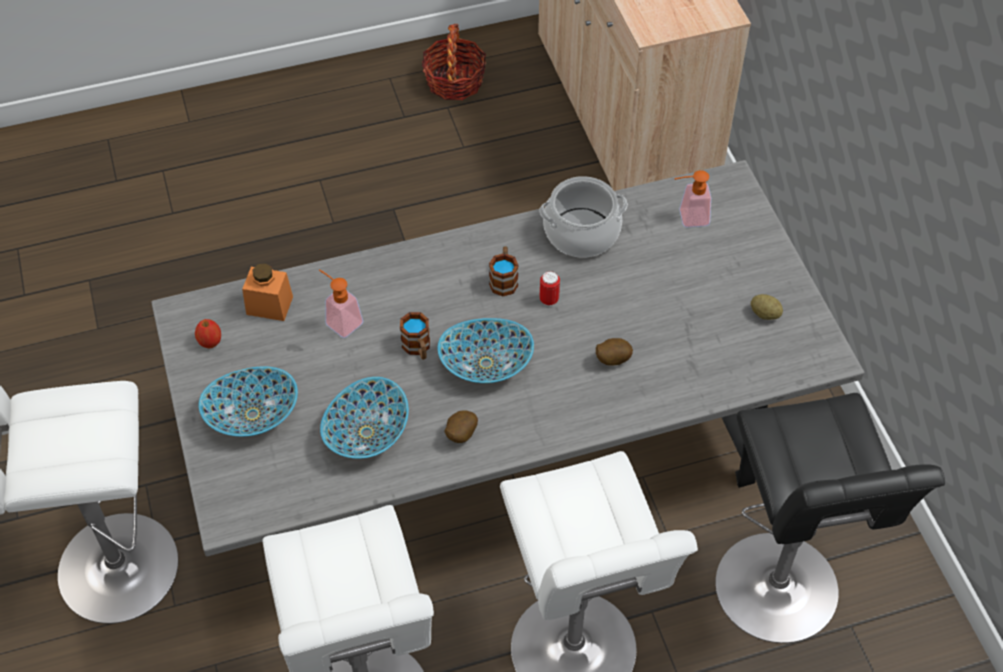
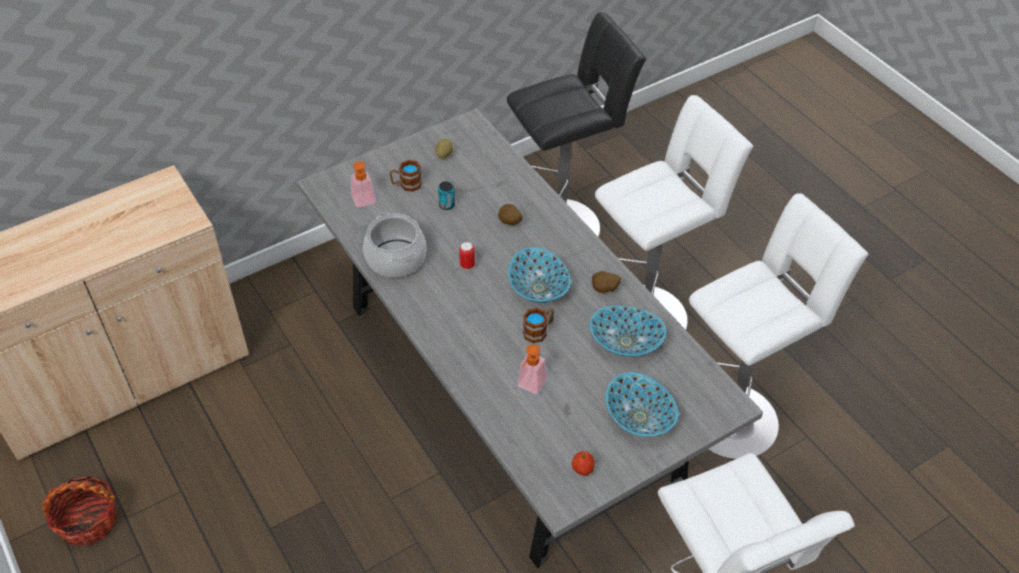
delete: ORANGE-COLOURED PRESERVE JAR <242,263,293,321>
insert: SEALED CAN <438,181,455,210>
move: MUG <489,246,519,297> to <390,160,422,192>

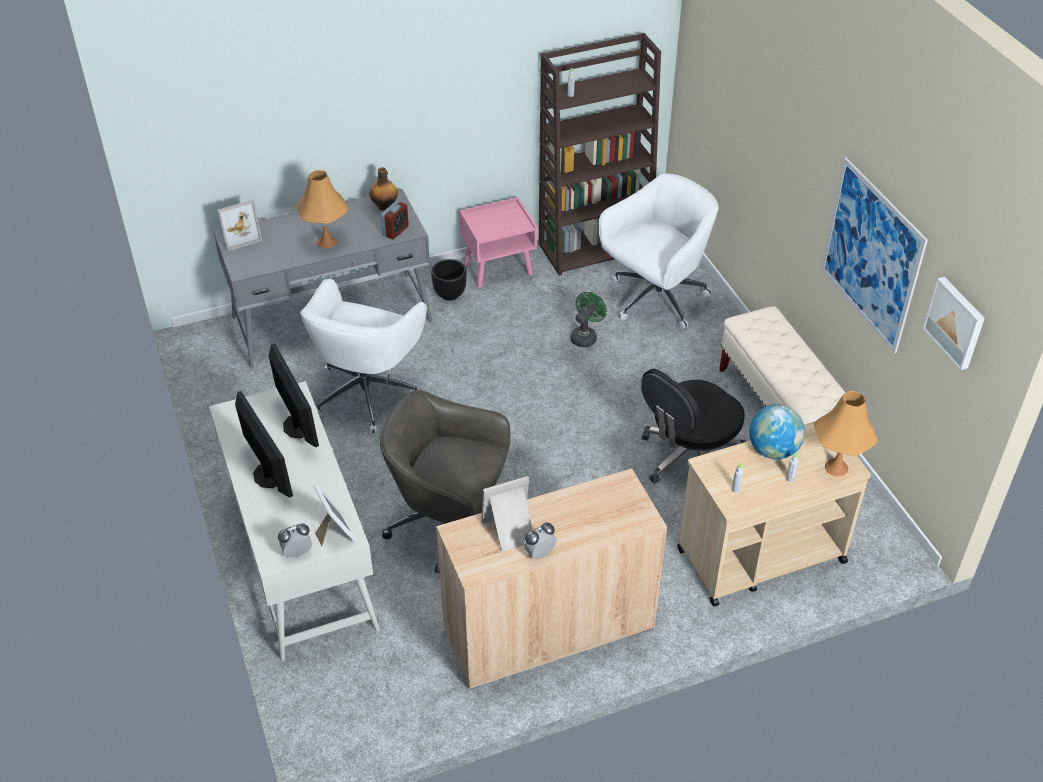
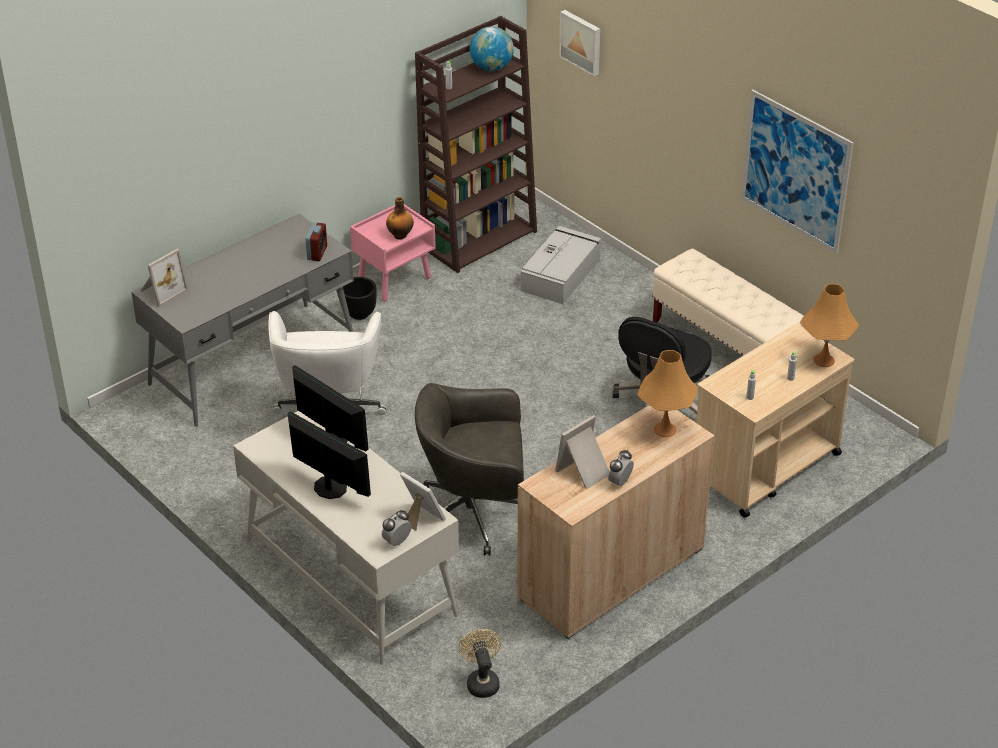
delete: GREENISH FAN <571,292,607,347>
insert: BEIGE FAN <458,629,501,698>
move: ORANGE-COLOURED TABLE LAMP <296,170,349,249> to <637,350,698,437>; BEVERAGE BOTTLE <370,167,398,211> to <386,197,414,240>; WORLD GLOBE <749,404,805,459> to <470,26,514,71>; WALL PICTURE <923,277,985,370> to <559,10,600,76>
replace: WHITE-COLOURED OFFICE CHAIR <599,174,719,329> to GREY STORAGE BOX <521,226,601,304>

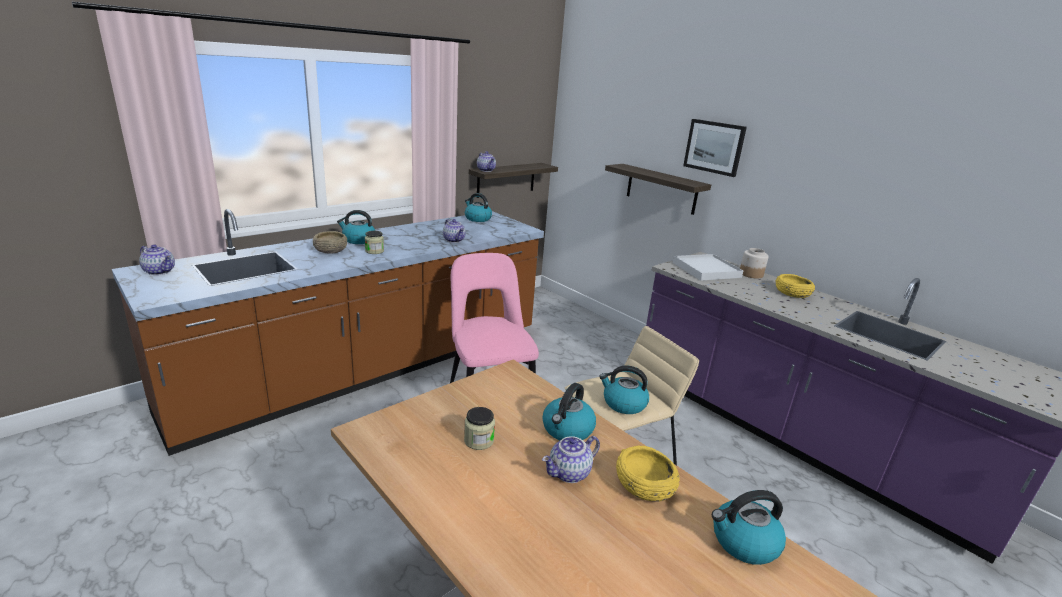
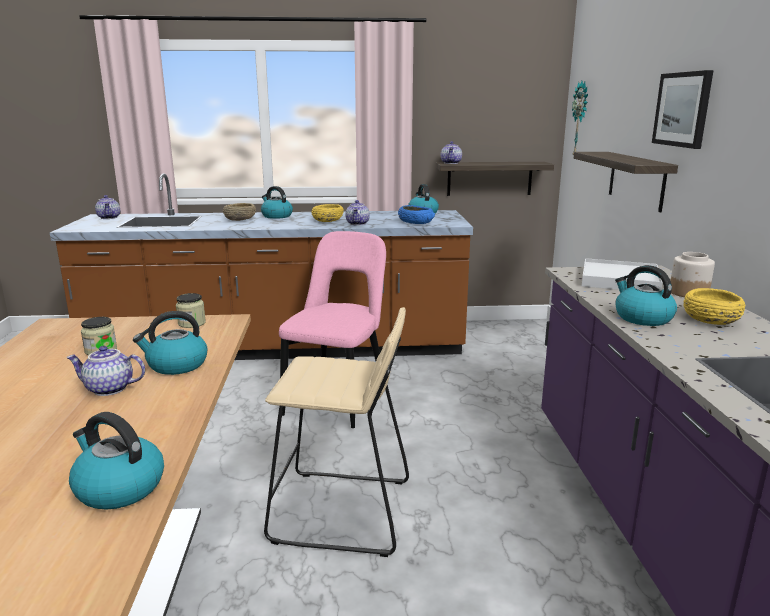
insert: BLUE BOWL <398,205,435,224>; CLOCK ON THE WALL <572,81,588,155>
move: PRESERVE JAR <365,231,384,254> to <176,293,206,328>; TEA KETTLE <599,365,649,414> to <615,265,677,326>; YELLOW-COLOURED BOWL <616,446,680,502> to <311,204,344,222>

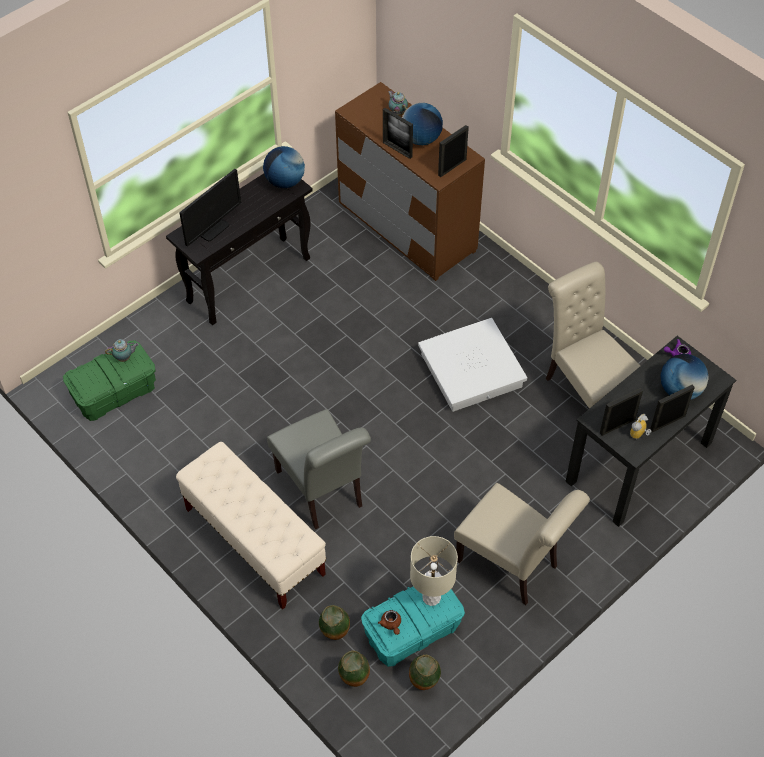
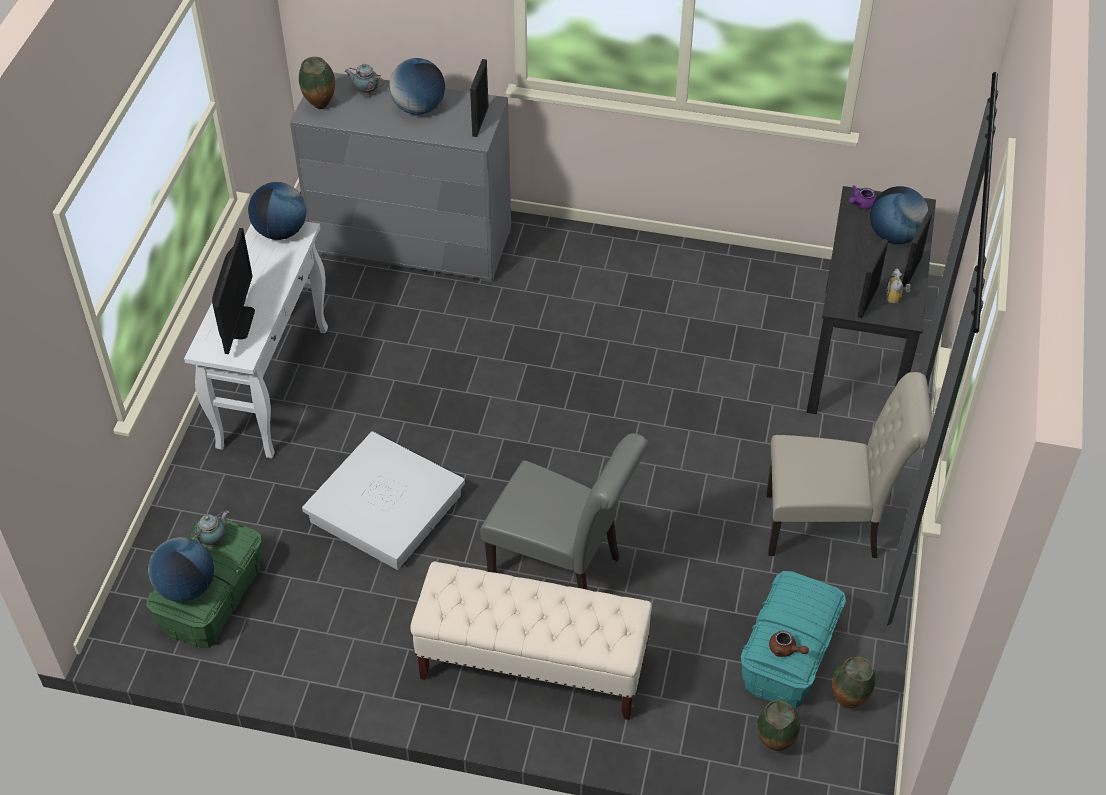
delete: PICTURE FRAME <383,108,413,159>; BEIGE TABLE LAMP <410,536,458,606>; BEIGE CHAIR <546,262,640,409>
insert: WORLD GLOBE <148,537,214,602>
move: FLOWER VASE <319,605,350,640> to <299,57,335,109>; WHITE-COLOURED STORAGE BOX <418,318,527,412> to <302,431,465,570>
recolor: BLACK-COLOURED HALL TABLE <166,174,313,325> to WHITE-COLOURED HALL TABLE <184,221,328,459>; BROWN-COLOURED CHEST OF DRAWERS <335,82,485,281> to GREY CHEST OF DRAWERS <290,72,511,282>

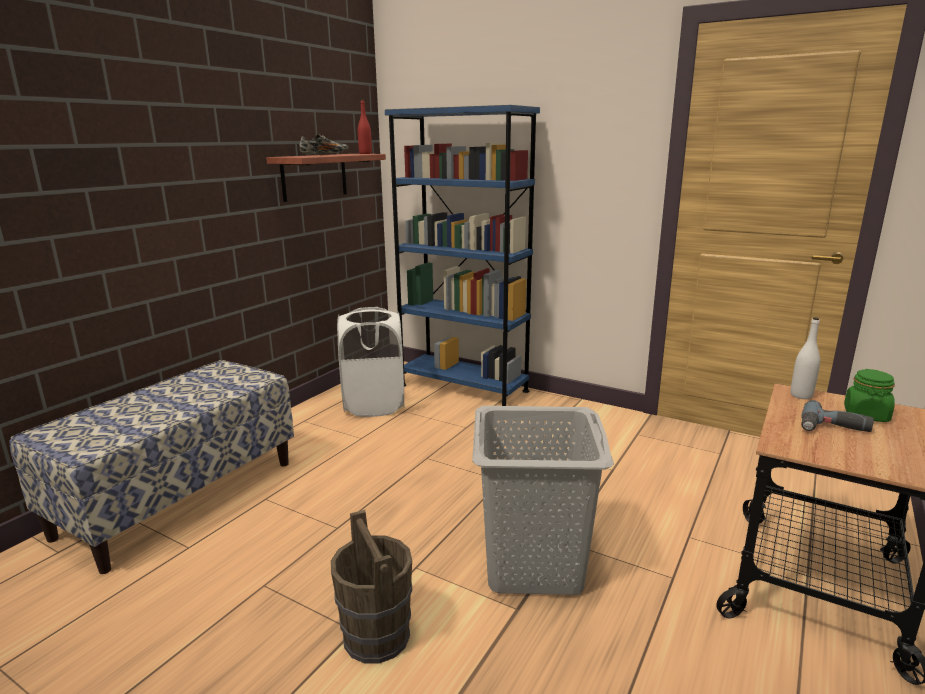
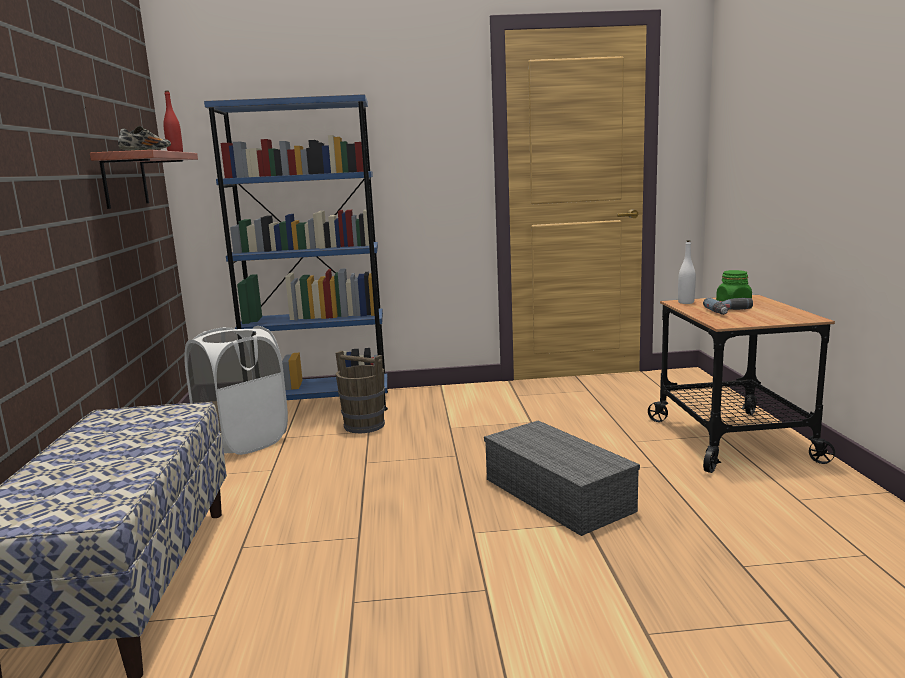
move: BROWN-COLOURED PAIL <331,510,412,663> to <336,351,385,434>
replace: GREY HAMPER <472,406,614,595> to GREY STORAGE BOX <484,421,640,536>

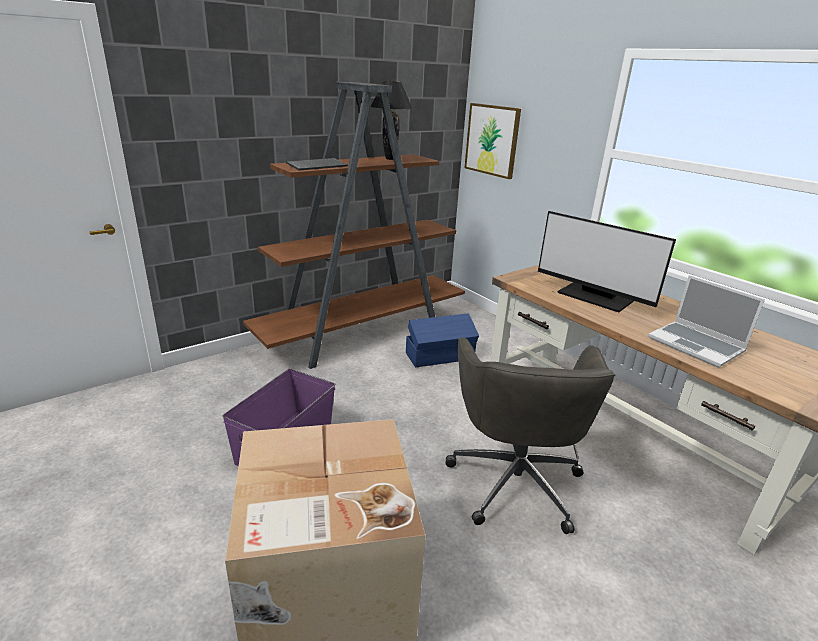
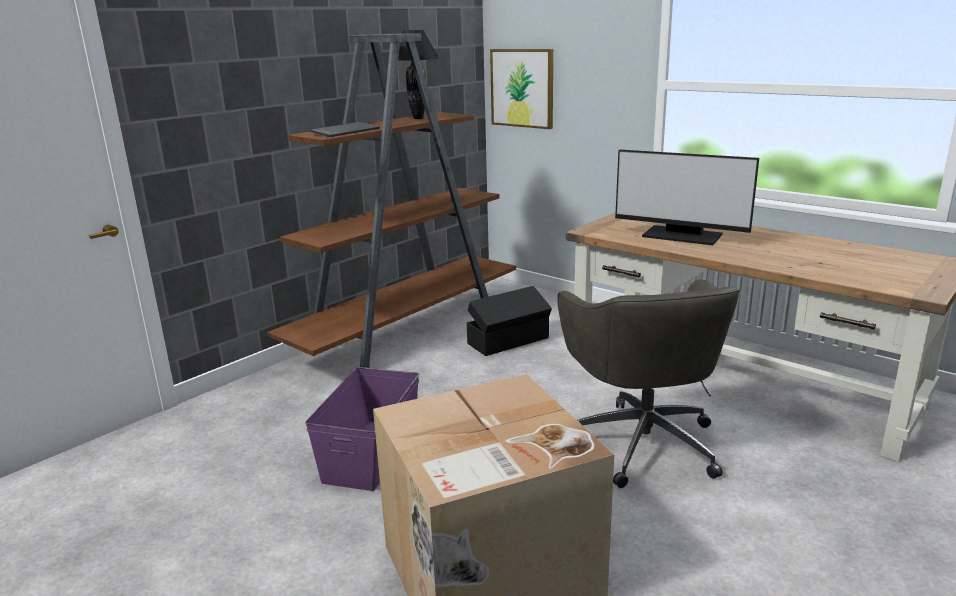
delete: LAPTOP <648,275,765,367>
recolor: BLUE STORAGE BOX <406,313,479,367> to BLACK-COLOURED STORAGE BOX <467,286,552,356>

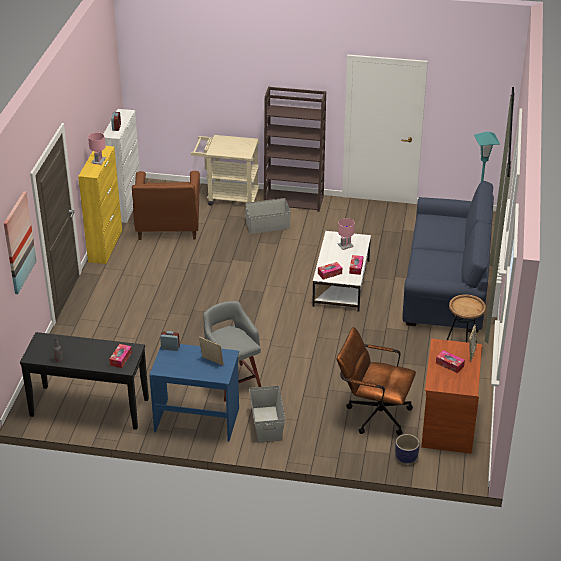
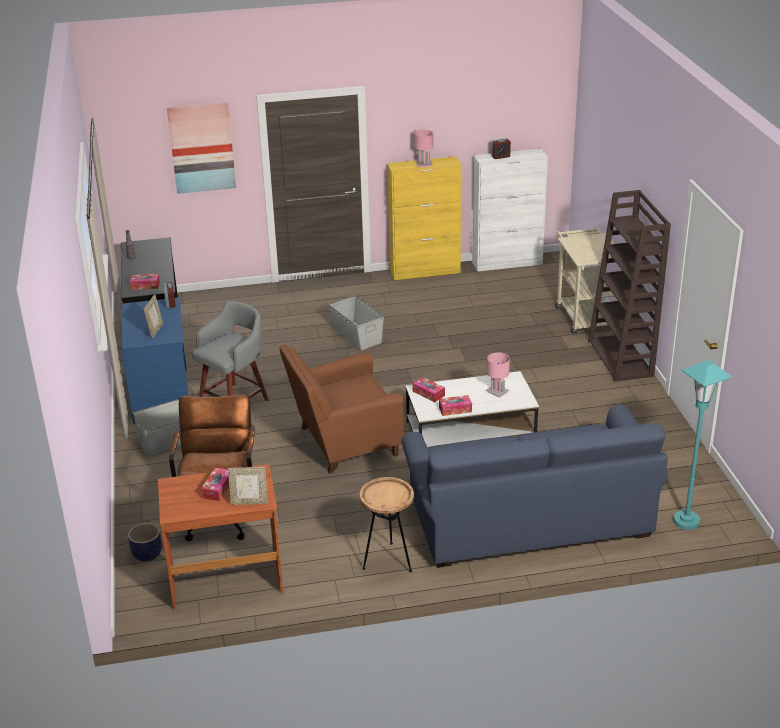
move: BROWN-COLOURED EASY CHAIR <132,171,200,240> to <280,345,404,474>; GREY STORAGE BOX <245,198,291,234> to <329,295,384,350>

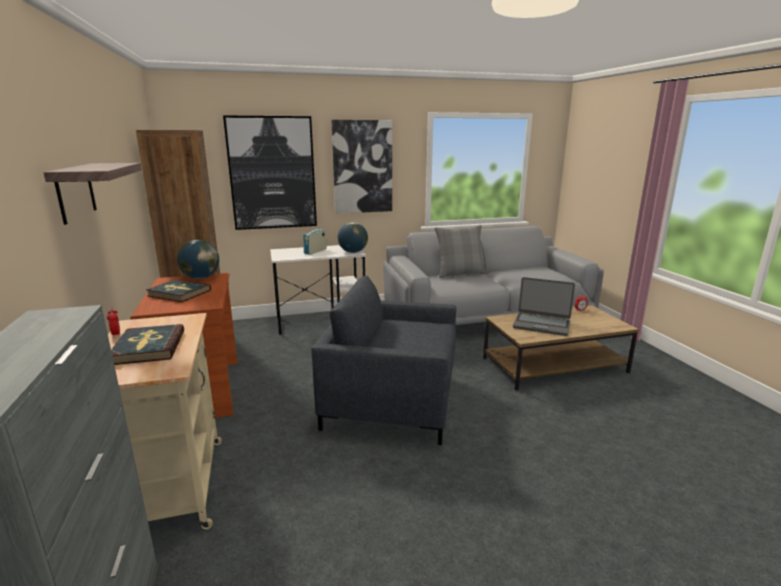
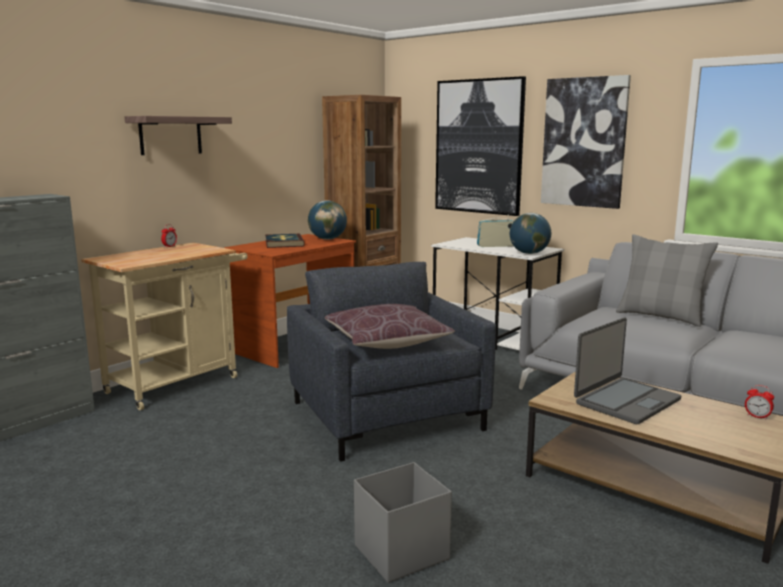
delete: BOUND BOOK <111,324,184,365>
insert: BROWN-COLOURED CUSHION <325,304,455,349>; GREY STORAGE BOX <354,462,452,583>
rotate: LAPTOP <513,277,575,336> = <574,317,681,424> 120 degrees counterclockwise

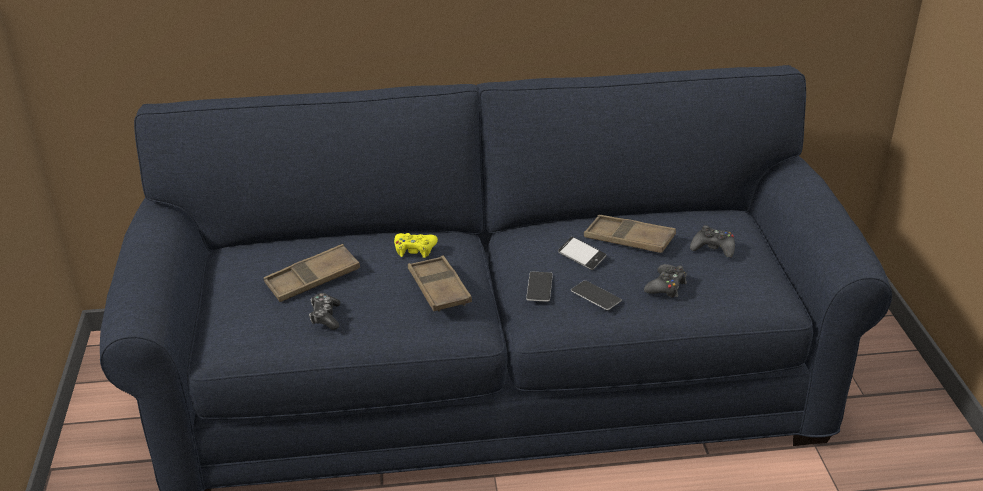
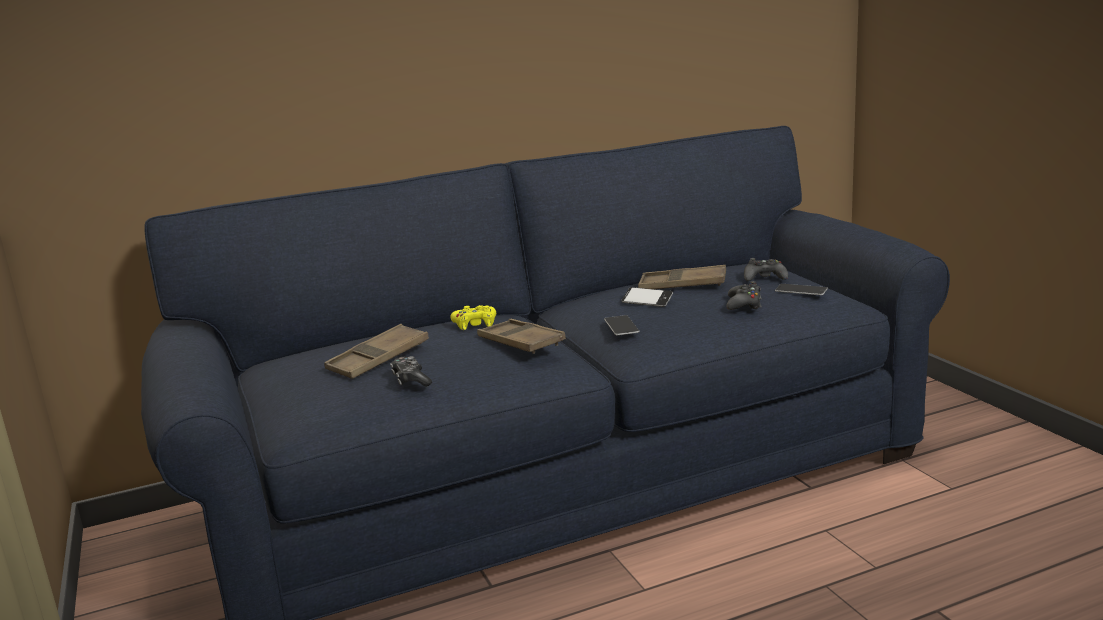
move: TELEPHONE <571,280,622,310> to <775,284,828,295>

